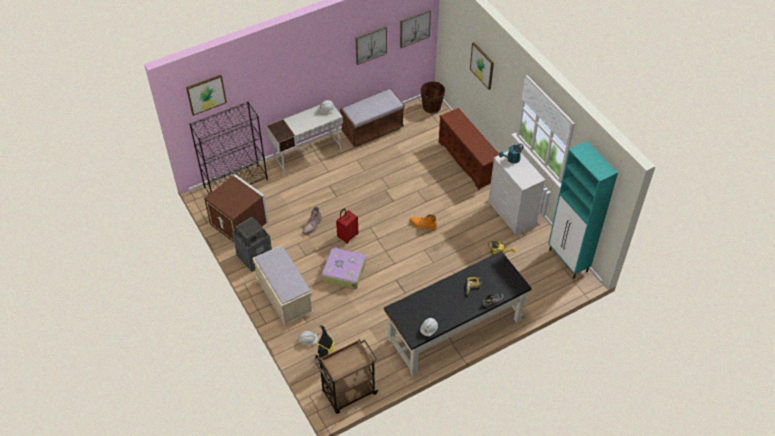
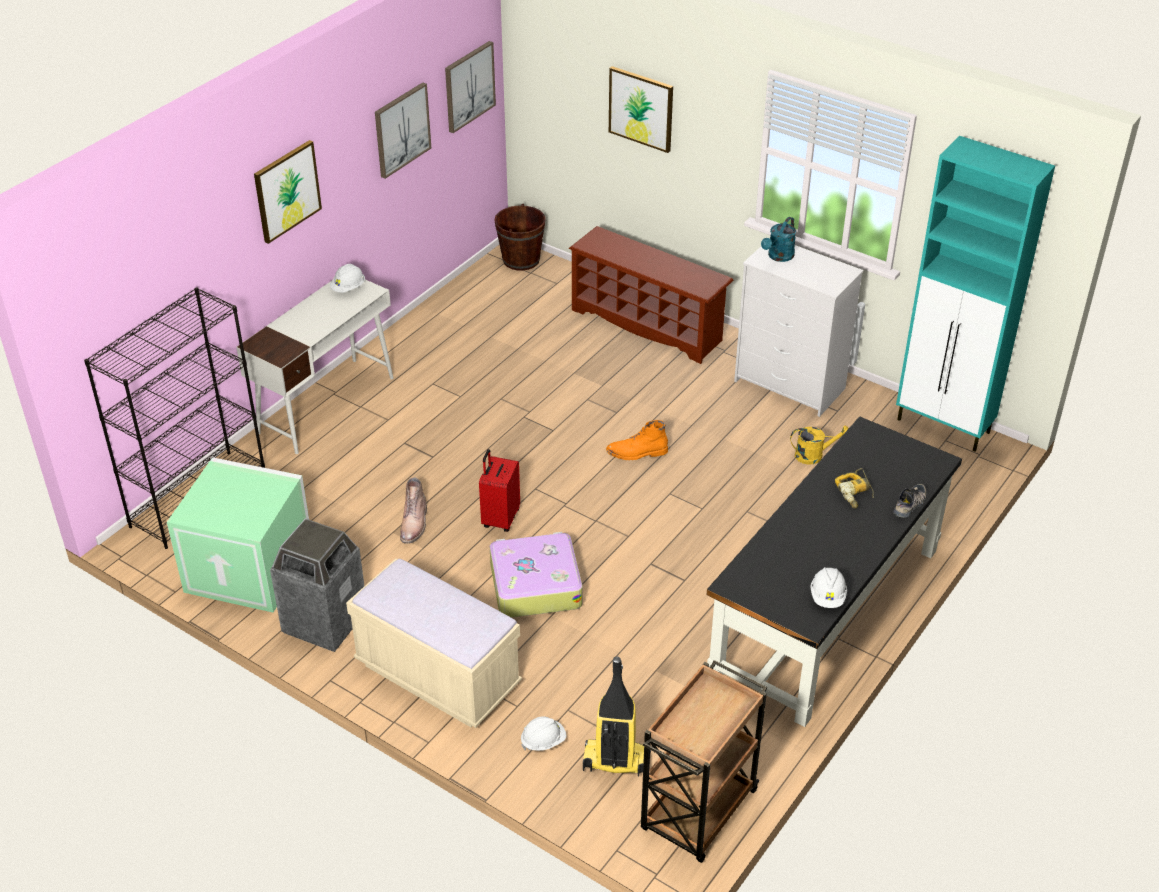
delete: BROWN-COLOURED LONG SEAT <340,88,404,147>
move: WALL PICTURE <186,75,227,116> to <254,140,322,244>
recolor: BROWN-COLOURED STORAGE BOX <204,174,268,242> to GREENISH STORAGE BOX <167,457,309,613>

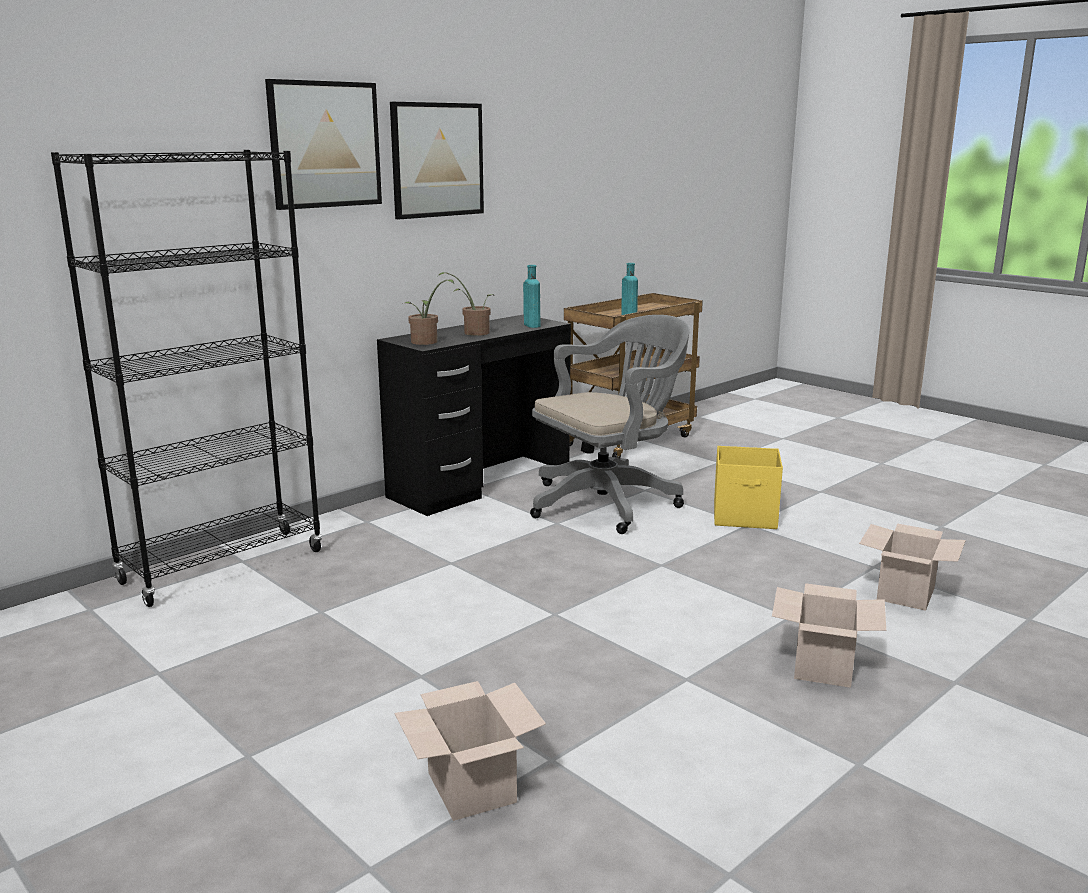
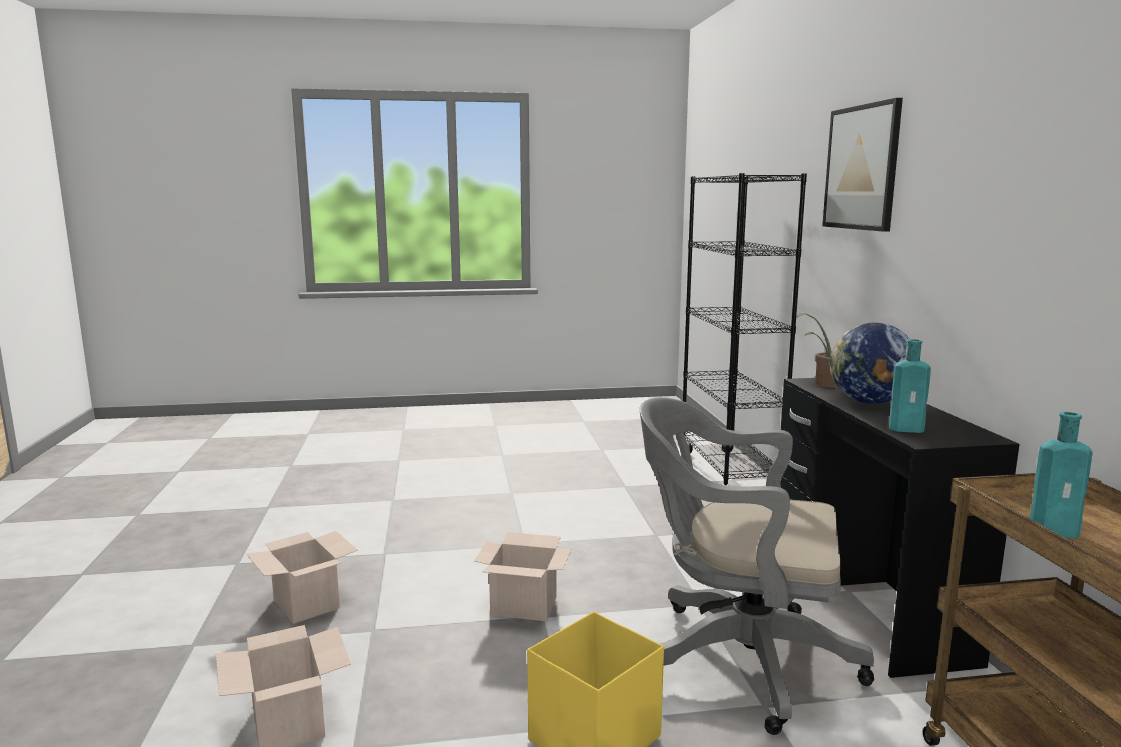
delete: WALL PICTURE <390,102,484,219>
move: PACKING BOX <394,681,546,821> to <474,532,572,621>
replace: PLANT IN A POT <438,272,491,336> to WORLD GLOBE <830,322,910,404>
rotate: GREY OFFICE CHAIR <530,315,690,534> = <640,397,874,735> 105 degrees clockwise

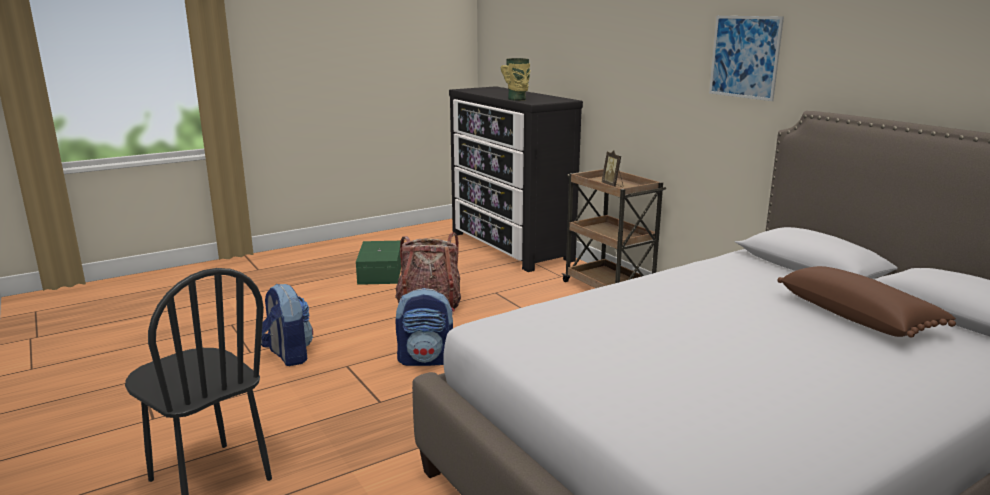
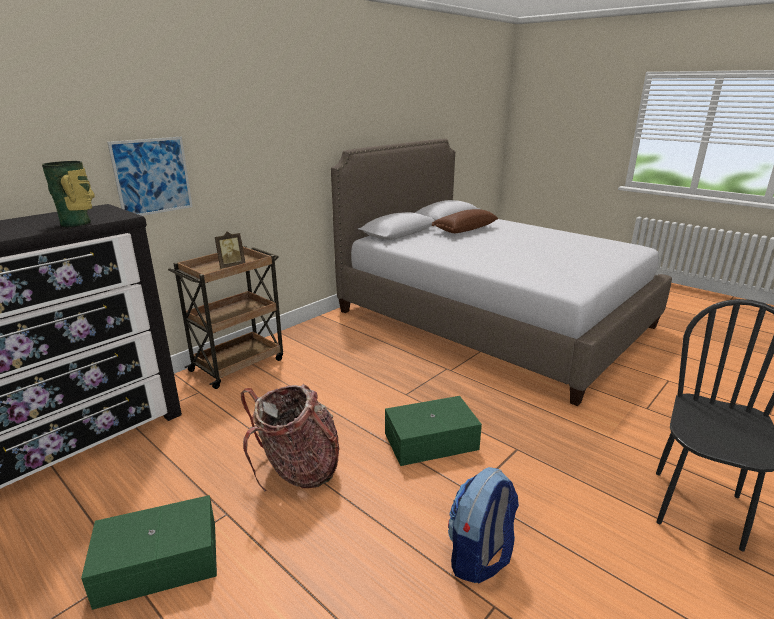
move: WALL PICTURE <709,16,784,101> to <107,137,193,216>
replace: KNAPSACK <395,288,454,366> to GREENISH STORAGE BOX <385,396,482,466>

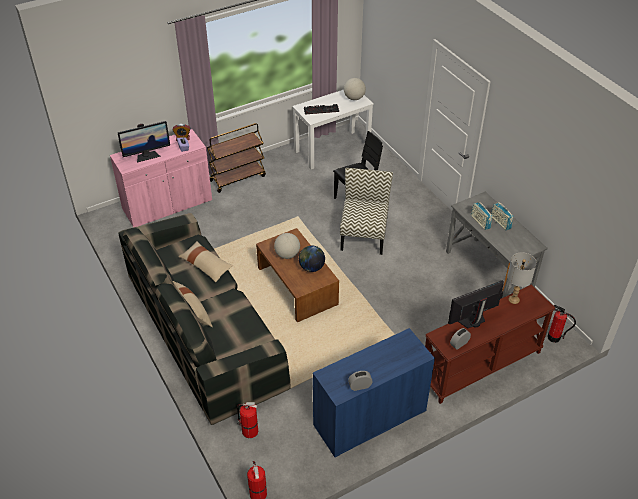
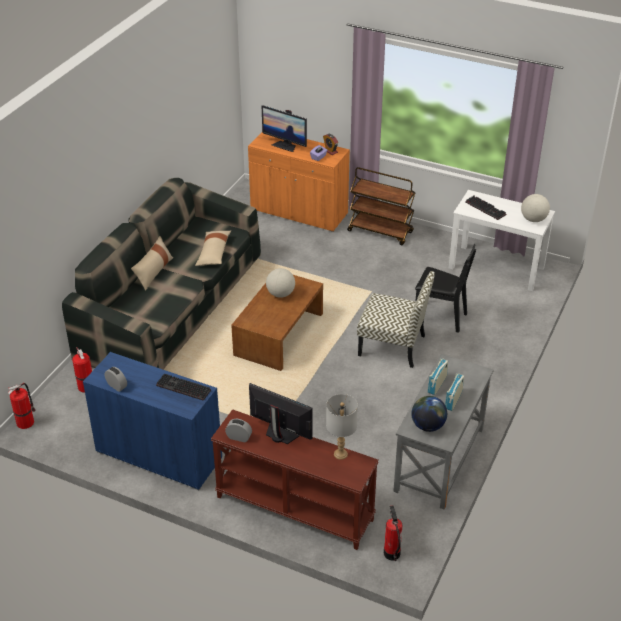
insert: COMPUTER KEYBOARD <156,374,211,401>
move: WORLD GLOBE <299,246,325,272> to <411,396,447,432>
recolor: PINK-COLOURED STORAGE CABINET <110,129,212,228> to ORANGE-COLOURED STORAGE CABINET <248,132,350,232>
rotate: CHAIR <340,168,393,255> = <357,271,435,368> 45 degrees clockwise

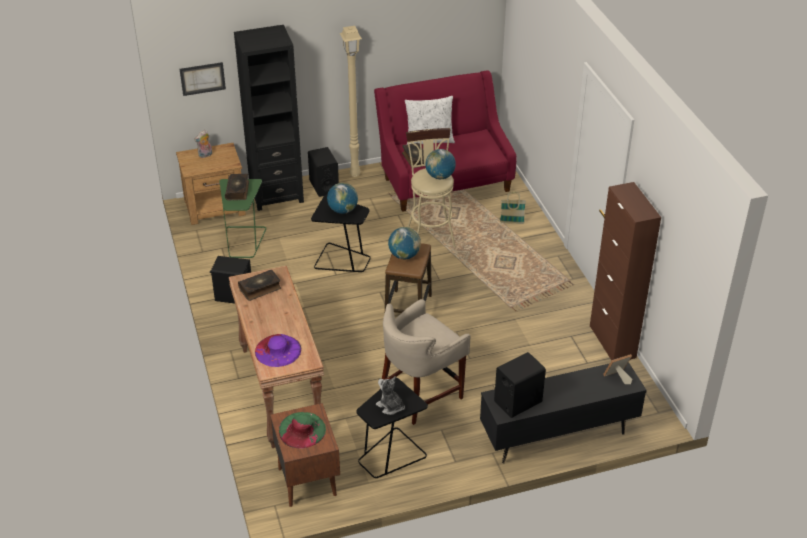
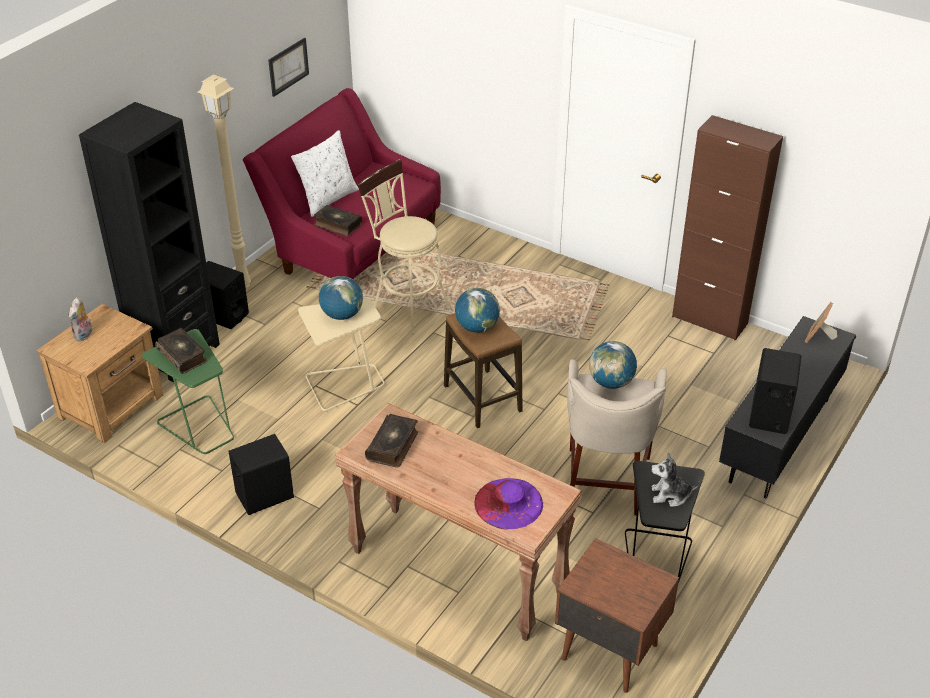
delete: GREENISH CLOTHING HAT <279,412,326,449>; STORAGE BASKET <500,191,526,224>
move: WALL PICTURE <180,62,226,96> to <268,38,309,97>; WORLD GLOBE <425,149,456,179> to <589,341,637,389>
recolor: BLACK-COLOURED SIDE TABLE <311,195,370,272> to BEIGE SIDE TABLE <298,298,384,411>

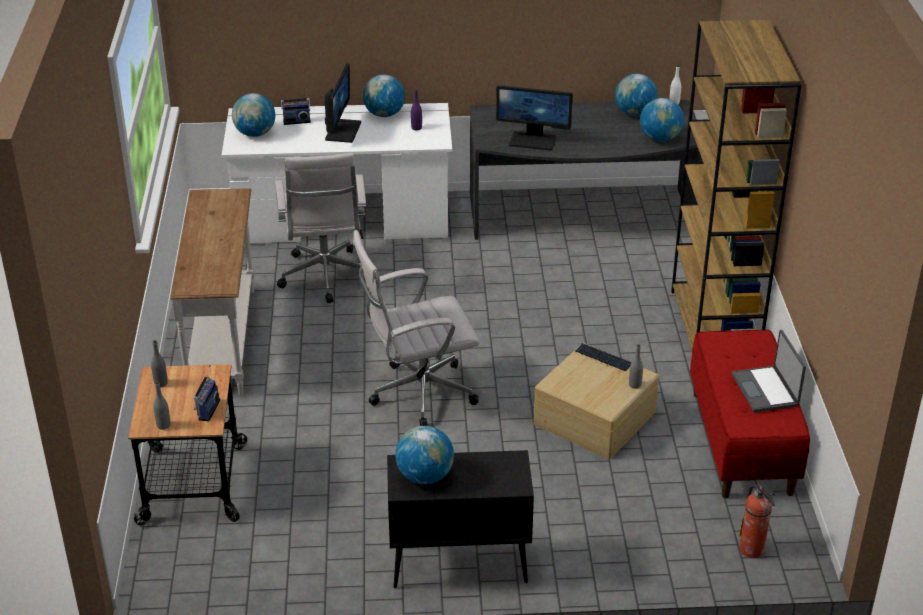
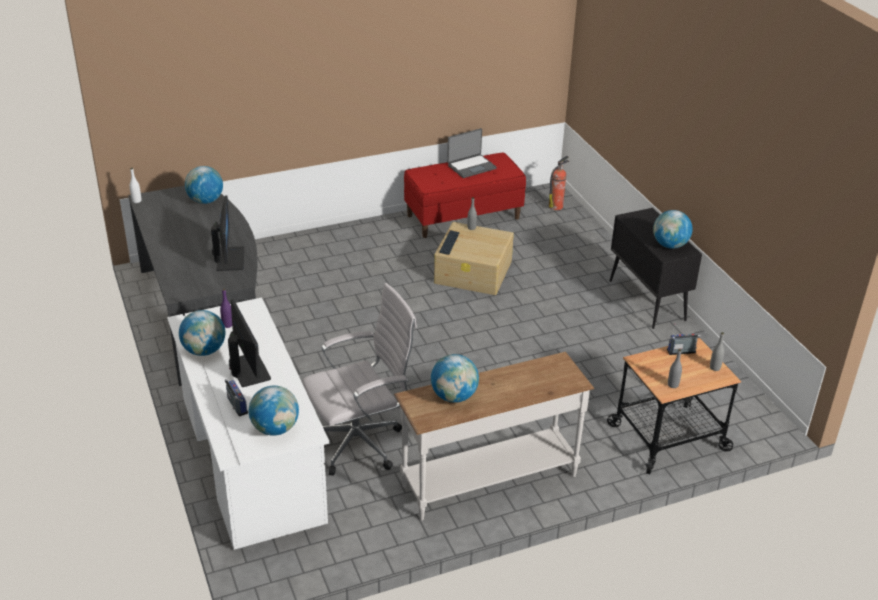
delete: WHITE-COLOURED OFFICE CHAIR <353,230,480,426>; BROWN-COLOURED BOOKCASE <671,20,802,350>
move: WORLD GLOBE <615,74,658,116> to <431,354,479,403>
rotate: COMPUTER DISPLAY <324,63,361,143> = <228,299,271,387> 75 degrees clockwise

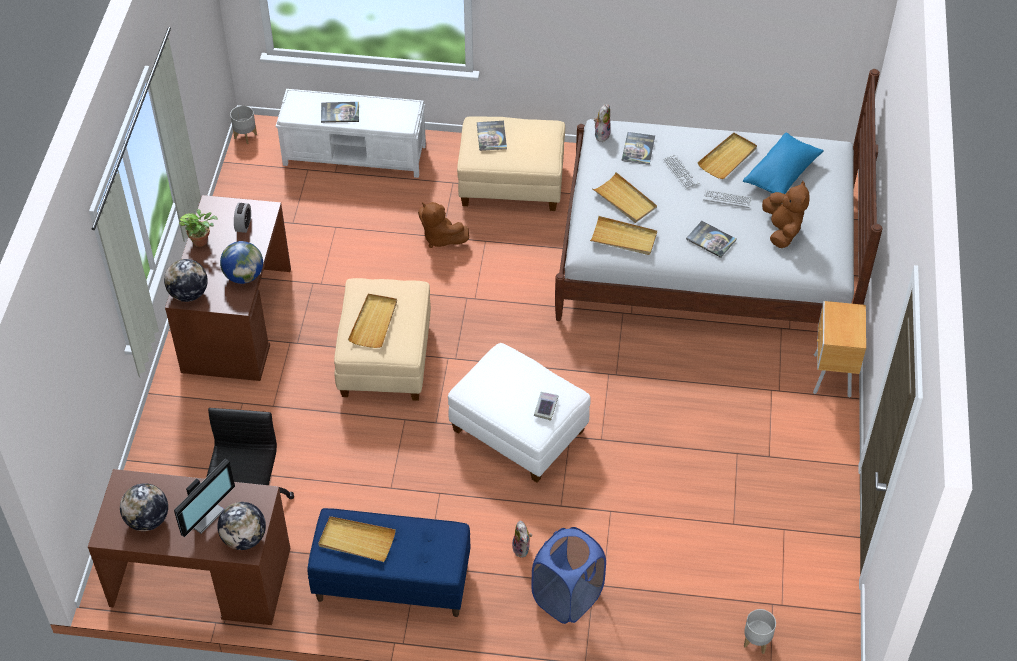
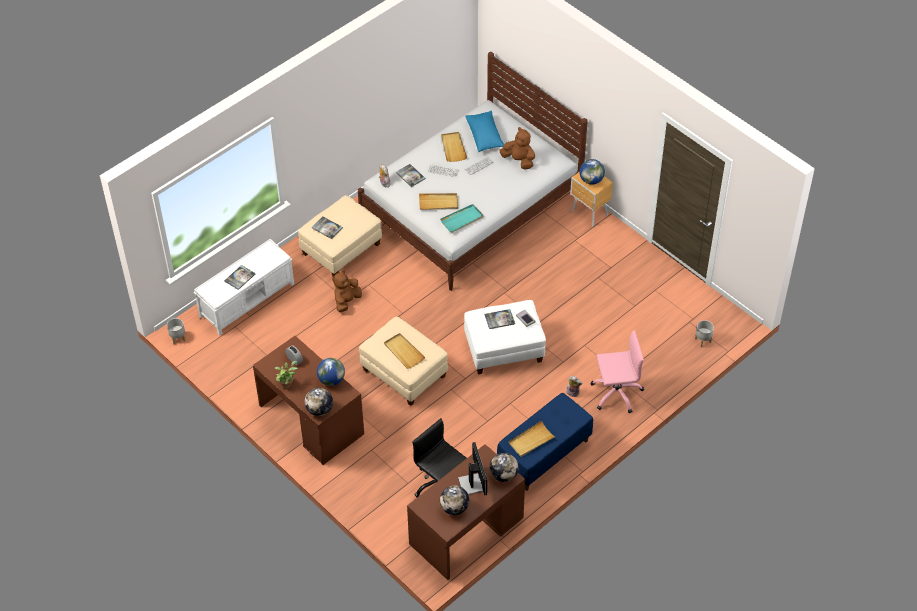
insert: WORLD GLOBE <579,159,605,185>
move: BOUND BOOK <686,221,736,258> to <485,309,515,329>
replace: BLUE HAMPER <531,527,606,624> to PINK-COLOURED OFFICE CHAIR <590,330,644,413>
recolor: BEIGE CARRYING TRAY <590,216,657,255> to TURQUOISE CARRYING TRAY <440,204,483,233>
rotate: BROWN-COLOURED CUDDLY TOY <418,202,469,248> = <332,270,362,312> 135 degrees clockwise

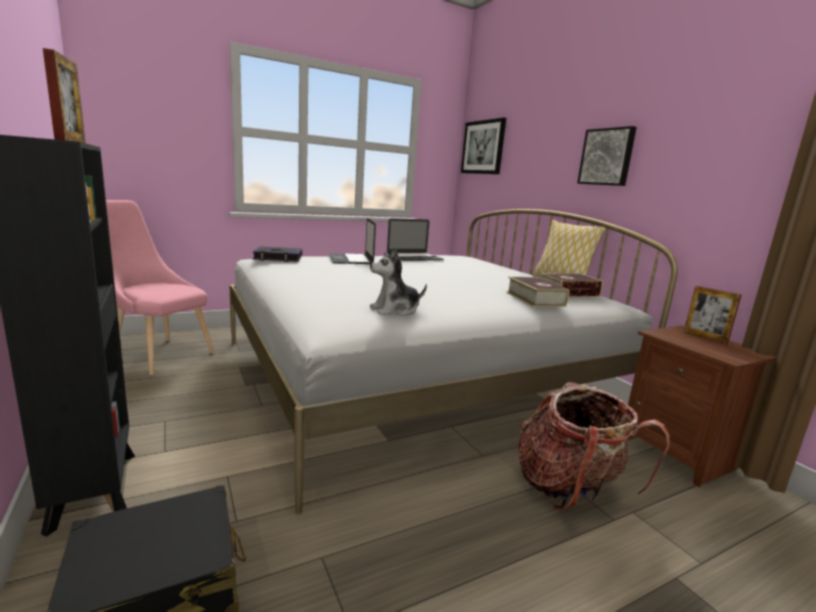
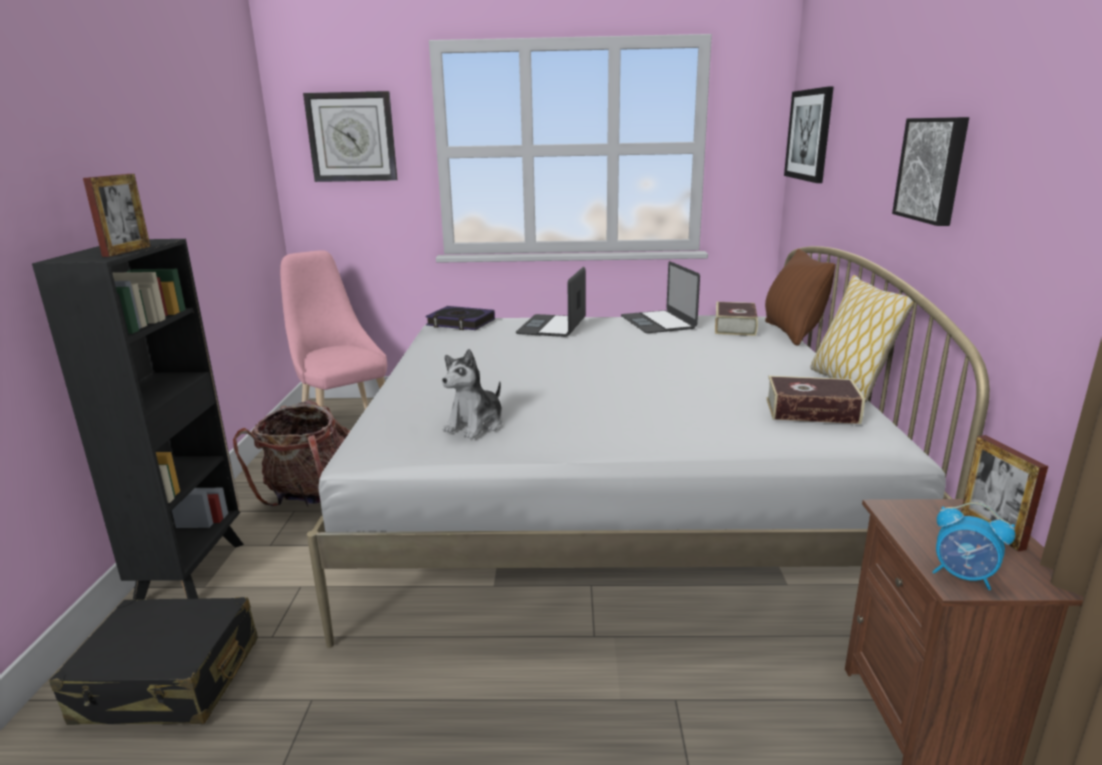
insert: CLOCK ON THE WALL <303,91,398,182>; BROWN-COLOURED CUSHION <765,249,836,346>; TABLE CLOCK <933,502,1015,590>
move: BOUND BOOK <506,277,569,307> to <715,302,758,336>; KNAPSACK <519,382,670,511> to <233,400,350,506>
rotate: CUDDLY TOY <370,247,427,316> = <442,349,503,439> 60 degrees counterclockwise; LAPTOP <387,218,444,261> = <621,261,700,333> 75 degrees clockwise

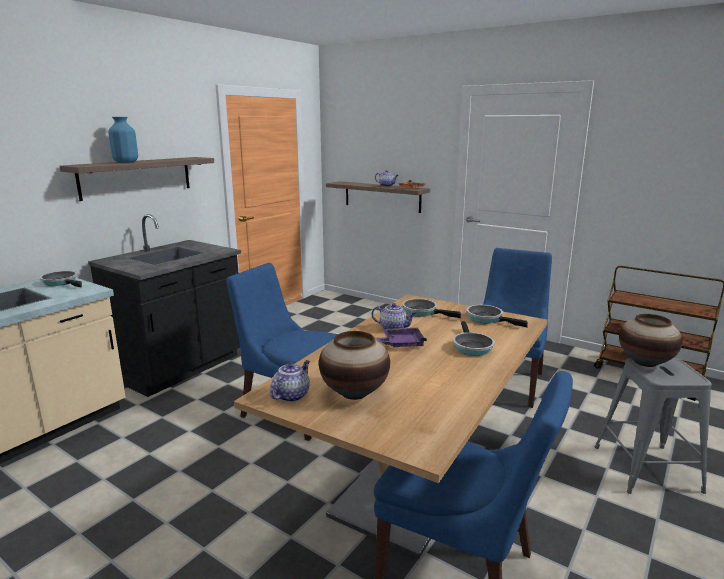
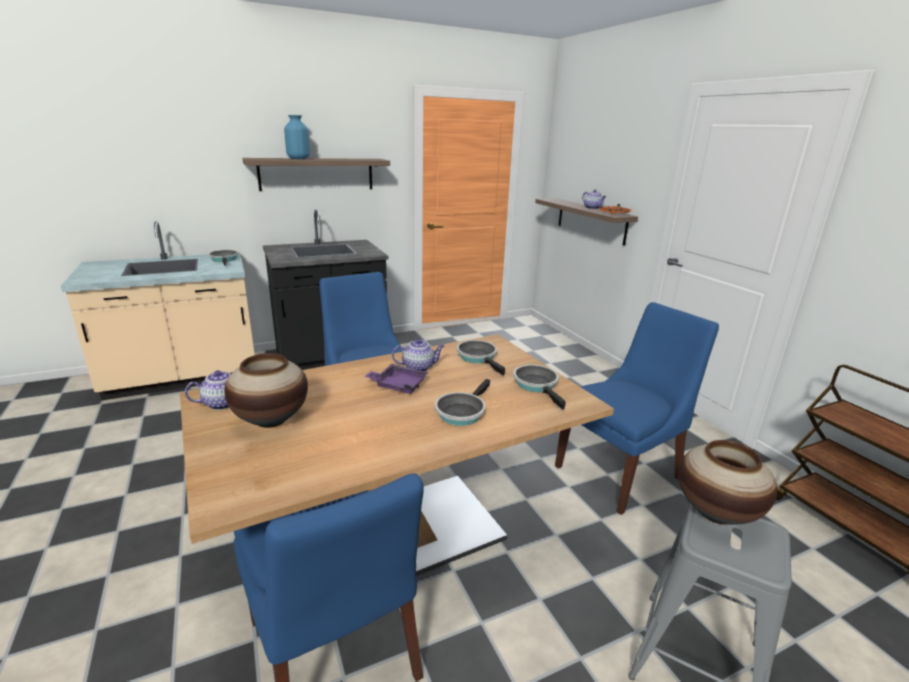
rotate: POT FOR TEA <371,303,417,329> = <392,339,445,371> 60 degrees counterclockwise

